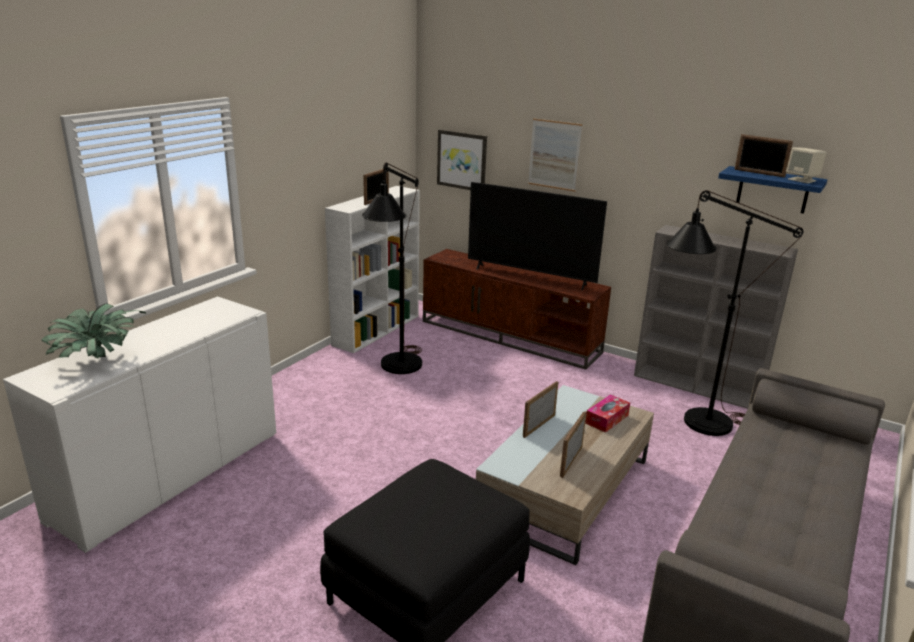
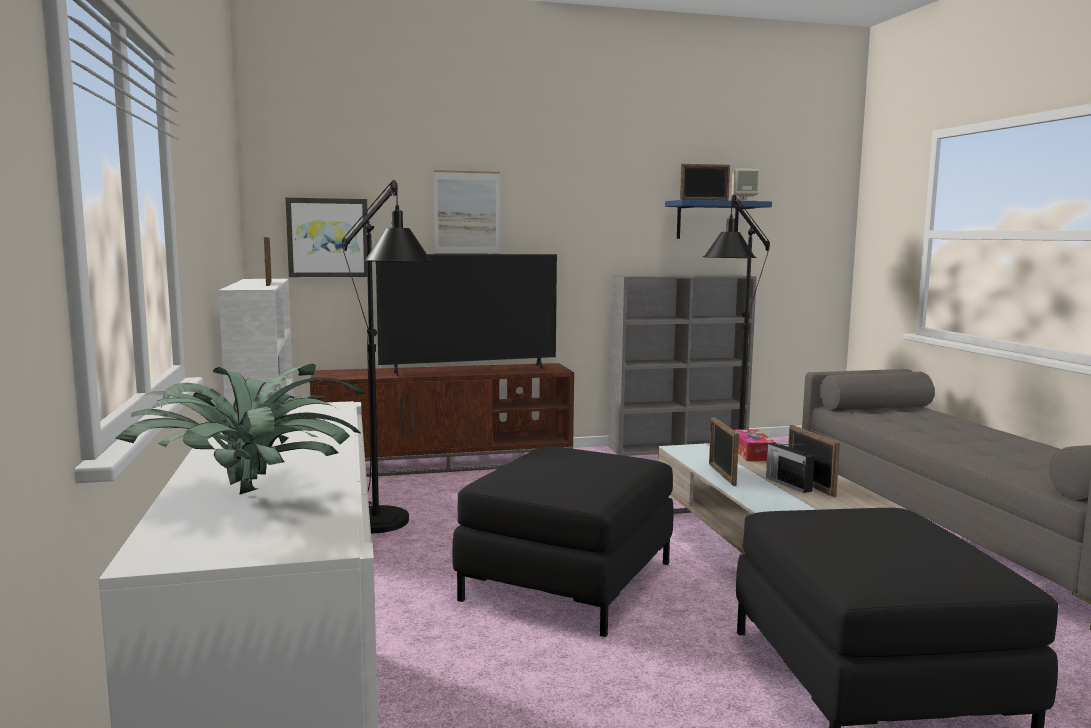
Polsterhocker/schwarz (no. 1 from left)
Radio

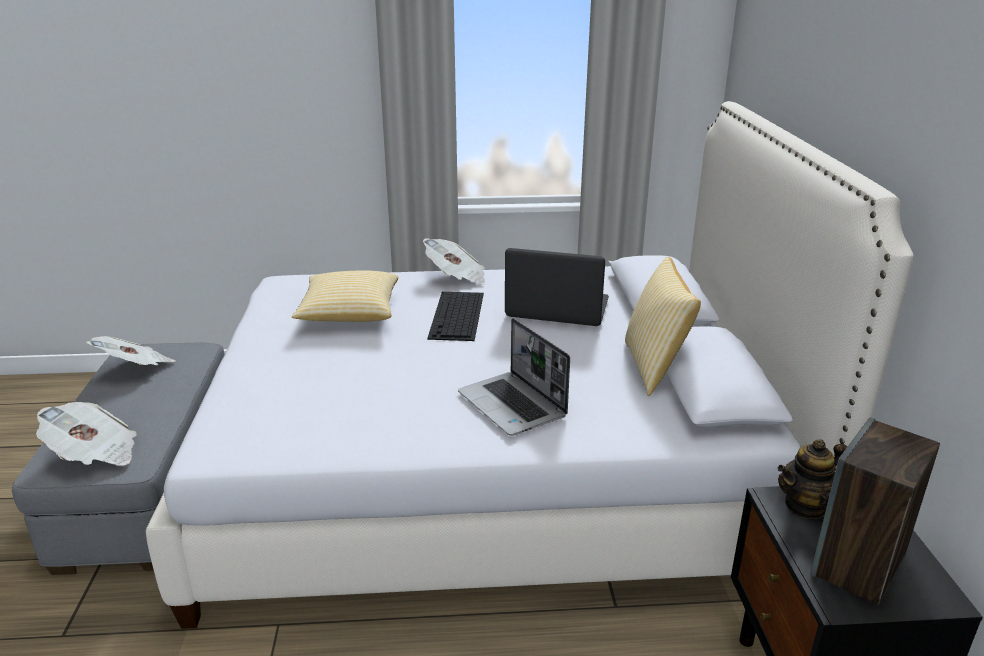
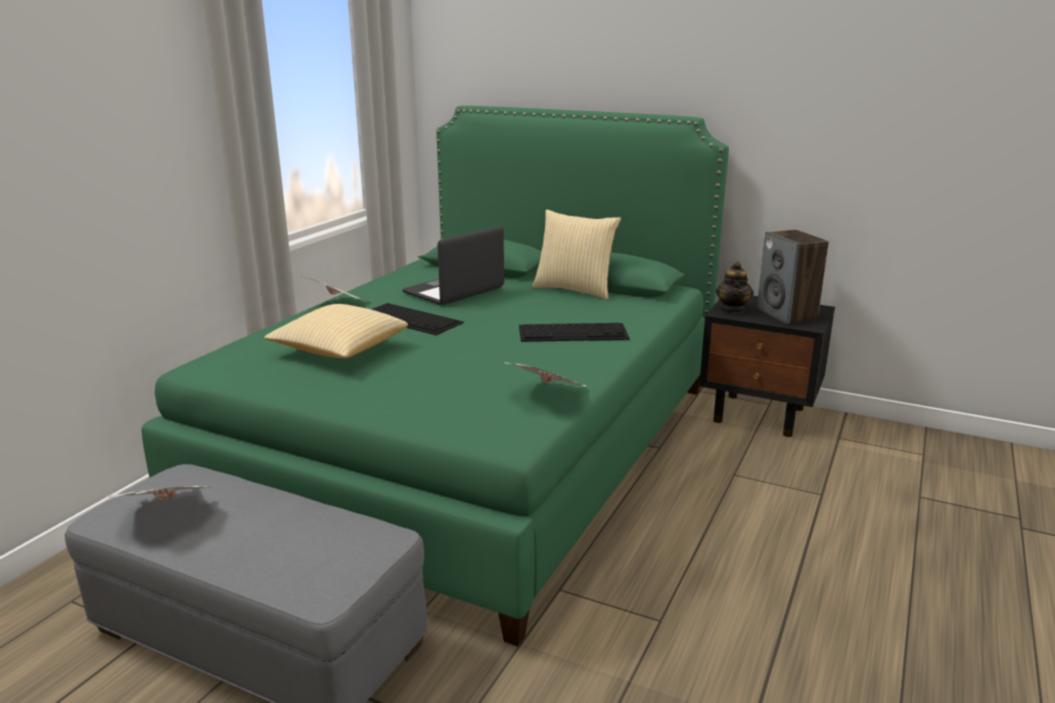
Zeitung (no. 3 from left)
Bett/grün
Tastatur (no. 2 from left)

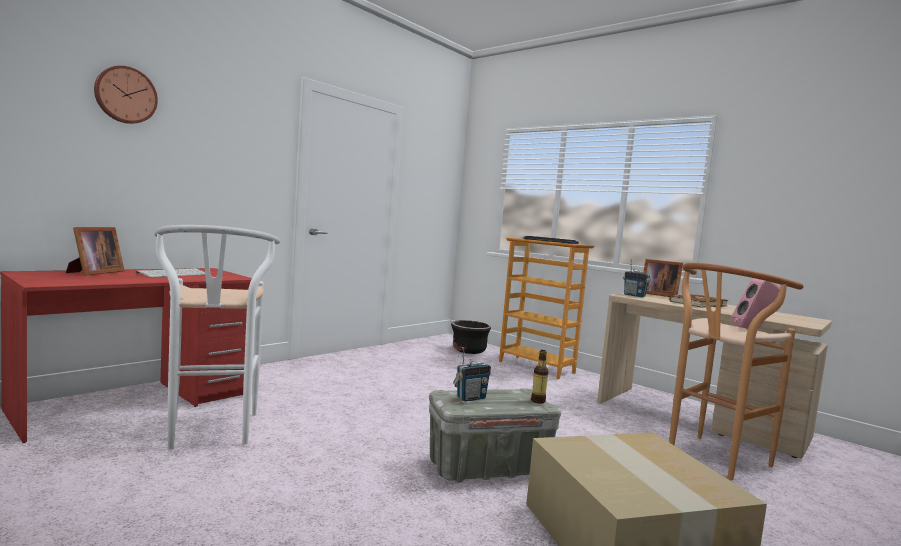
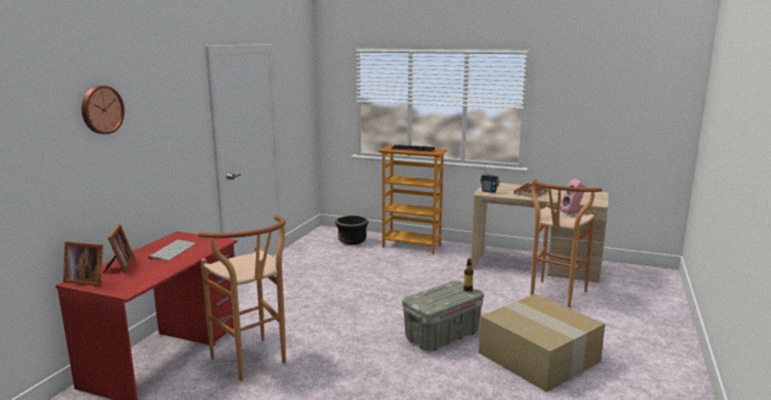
Hocker/braun (no. 1 from left)
Radio (no. 1 from left in the first image)
Bilderrahmen (no. 1 from left)

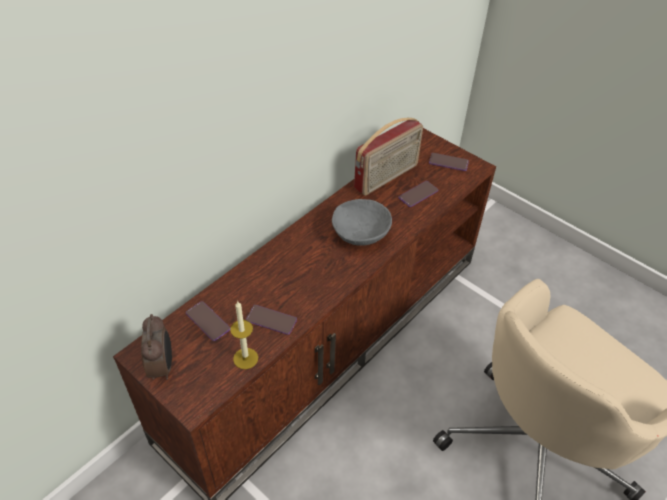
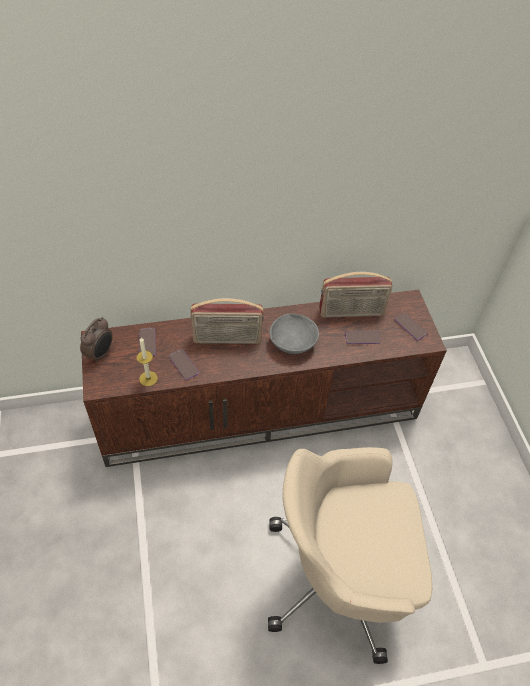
Radio (no. 1 from left)

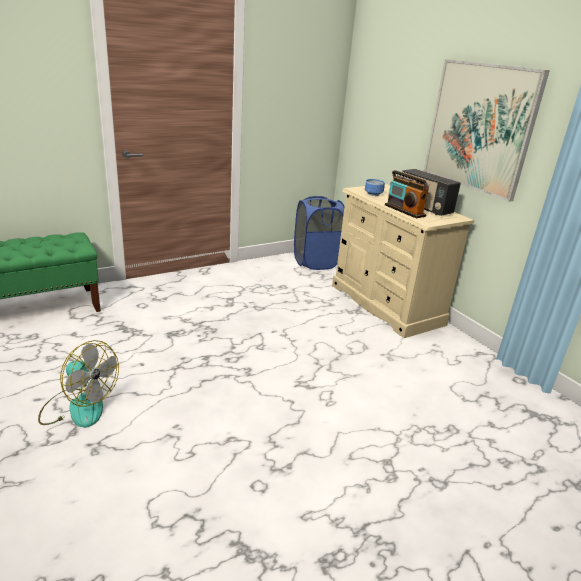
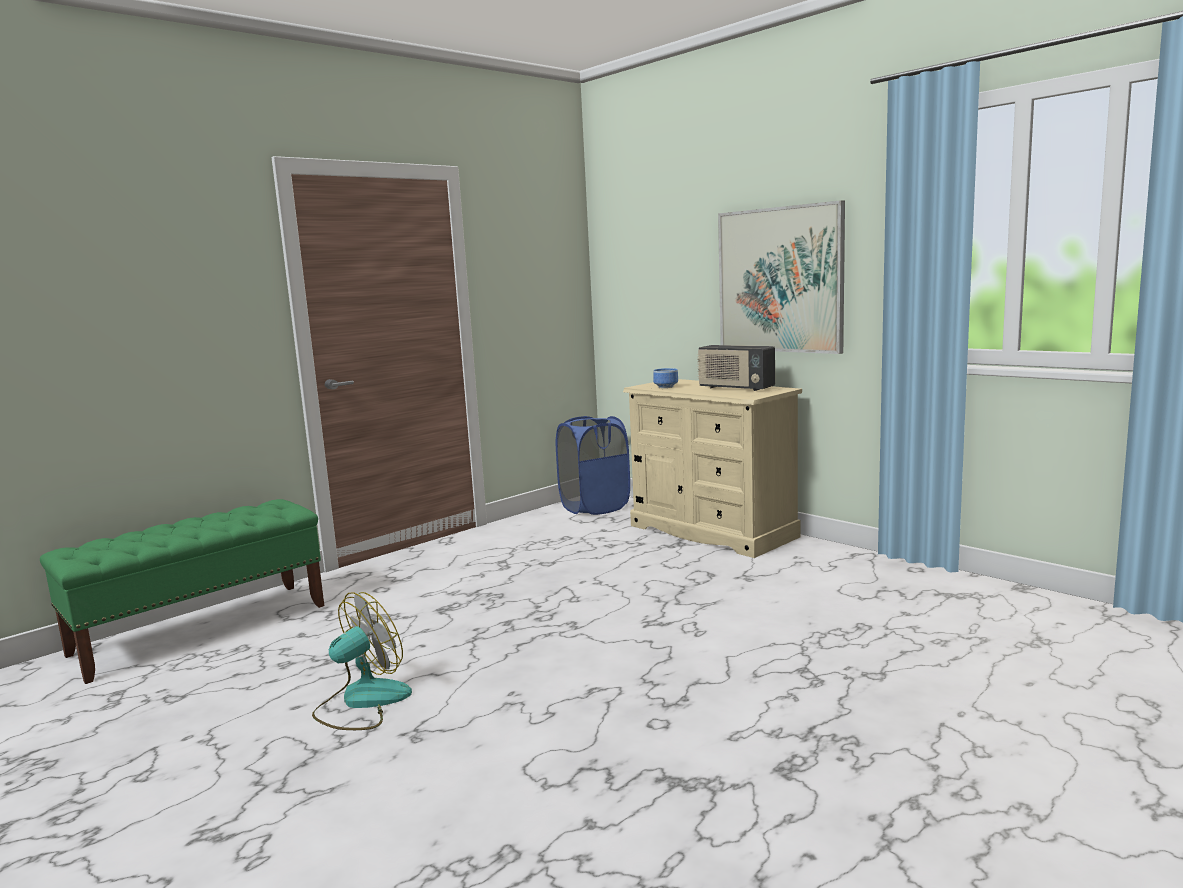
Ventilator
Radio (no. 1 from left in the first image)

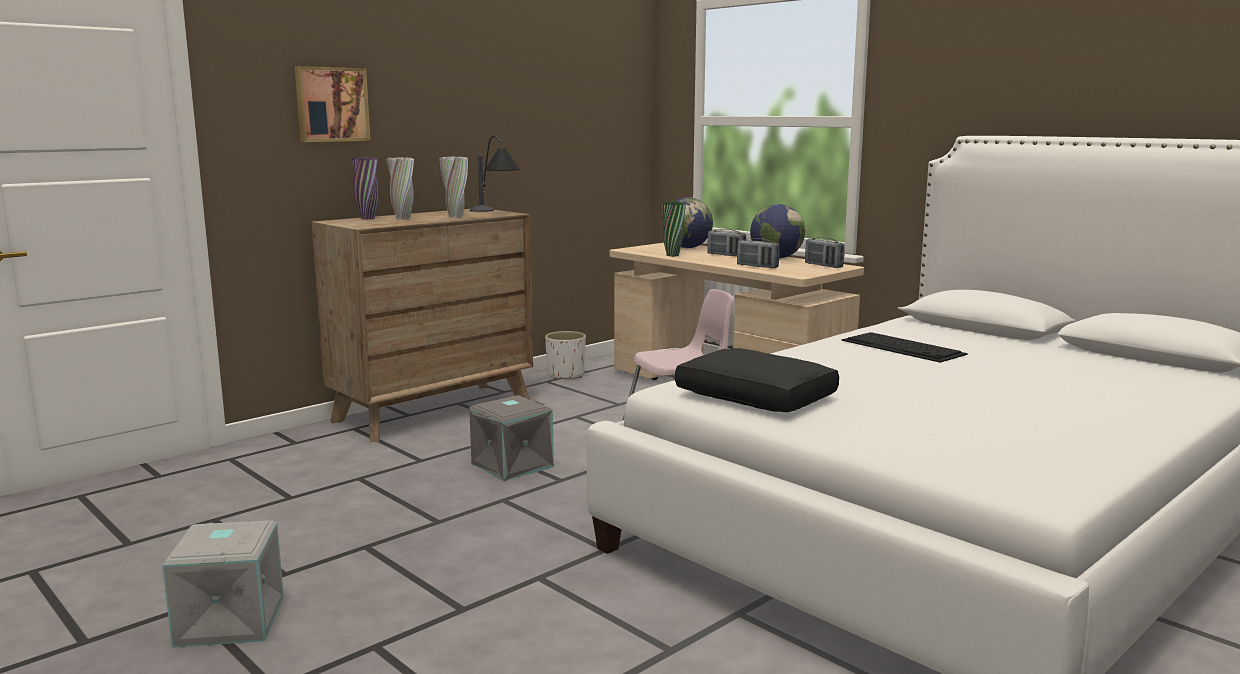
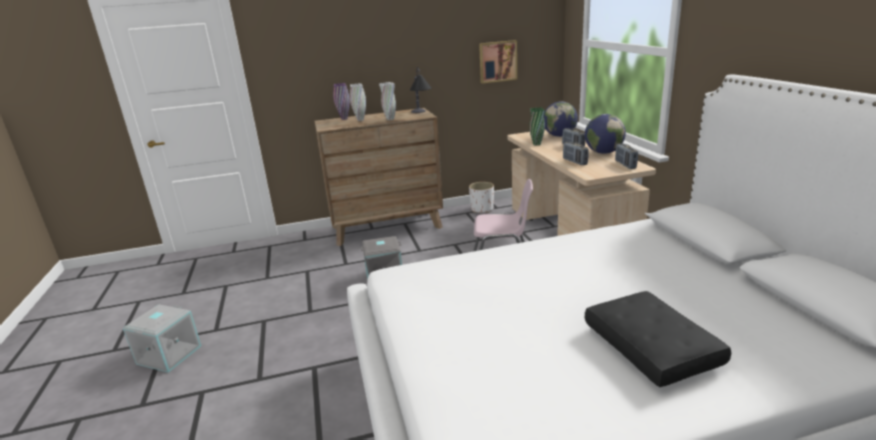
Bild
Kissen/schwarz
Tastatur

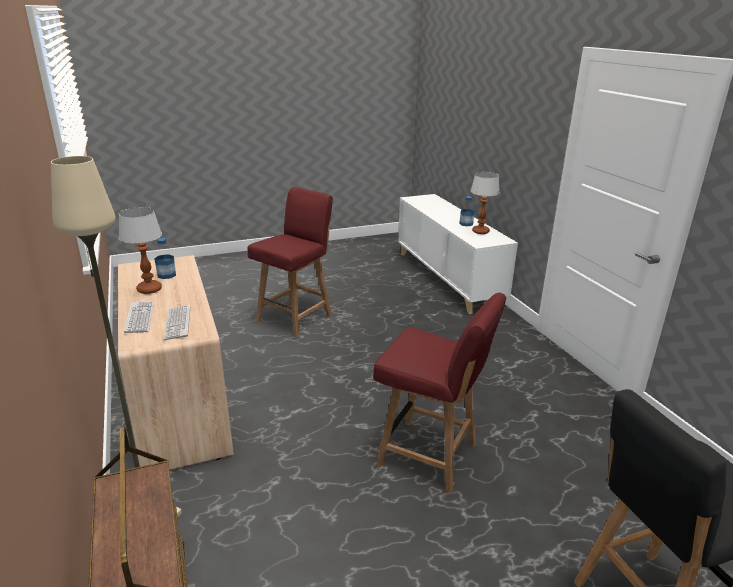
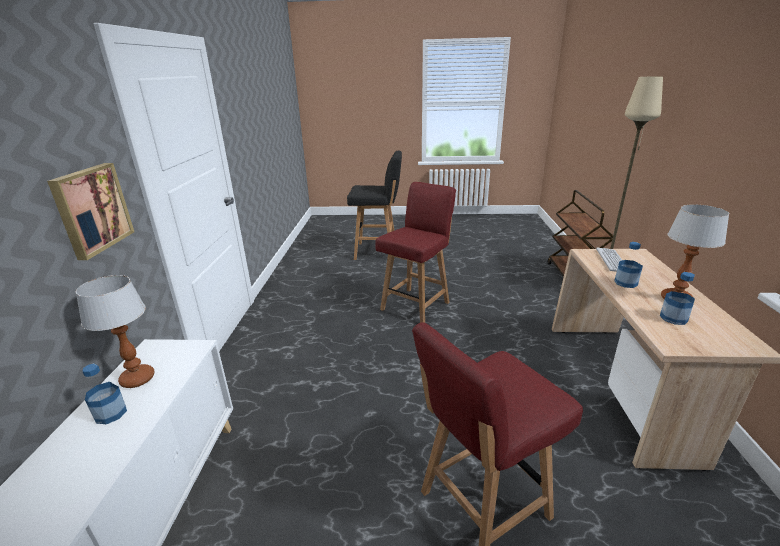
Tastatur (no. 1 from left in the first image)
Stuhl/rot (no. 1 from left)
Bild
Flasche (no. 2 from left)

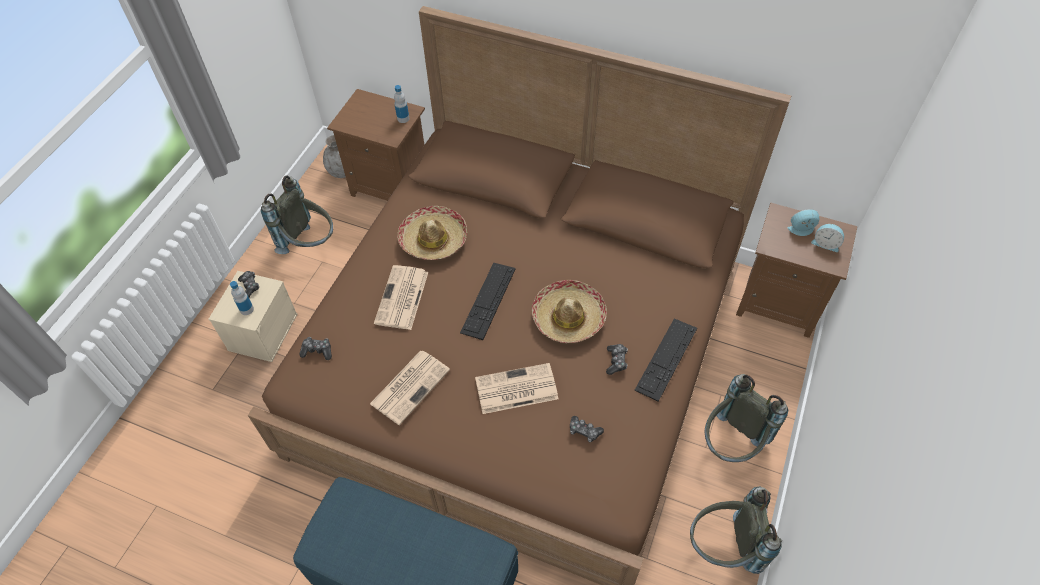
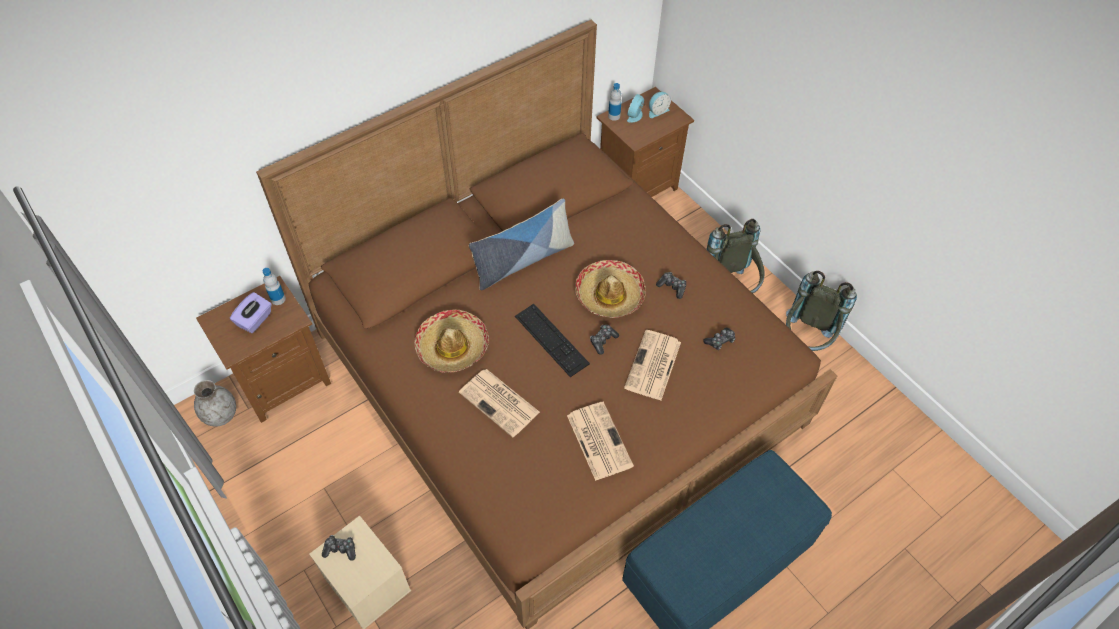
Flasche (no. 2 from left)
Rucksack/grau (no. 1 from left in the first image)
Gamepad (no. 2 from left)
Tastatur (no. 2 from left in the first image)
Taschentuchbox/lila
Kissen

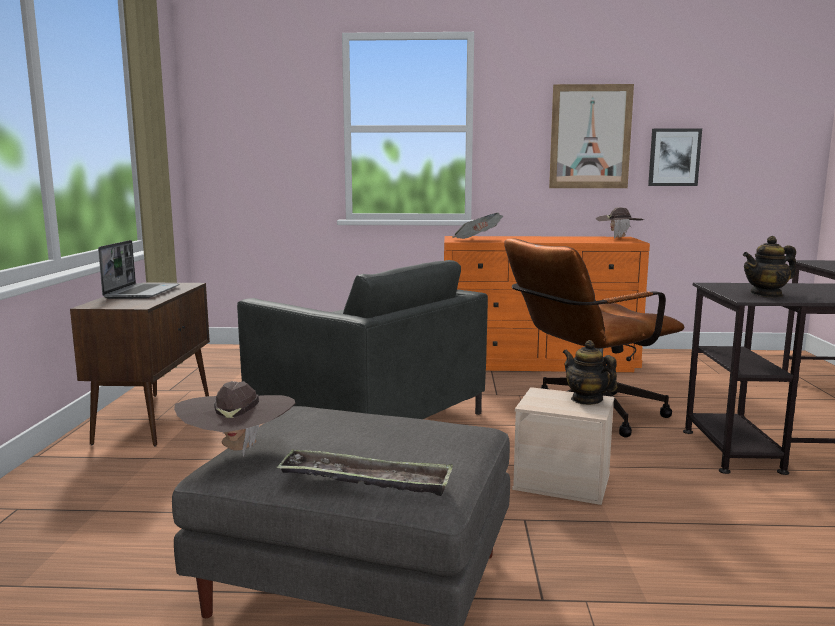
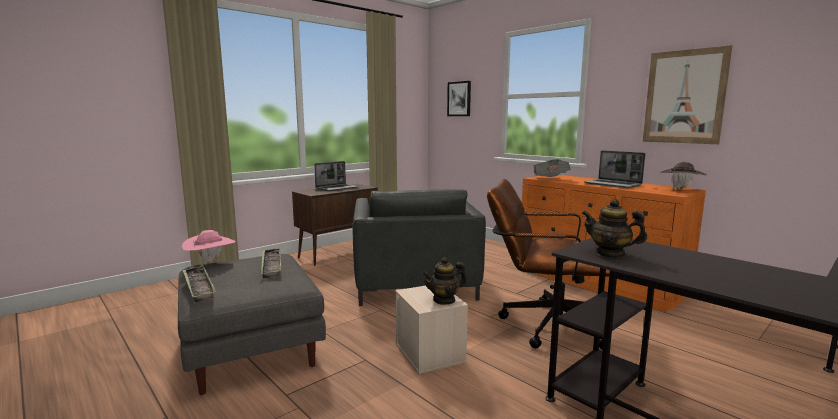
Hut/rosa
Teekanne (no. 1 from left)
Bild (no. 1 from left)
Tablett (no. 2 from left)
Laptop (no. 2 from left)

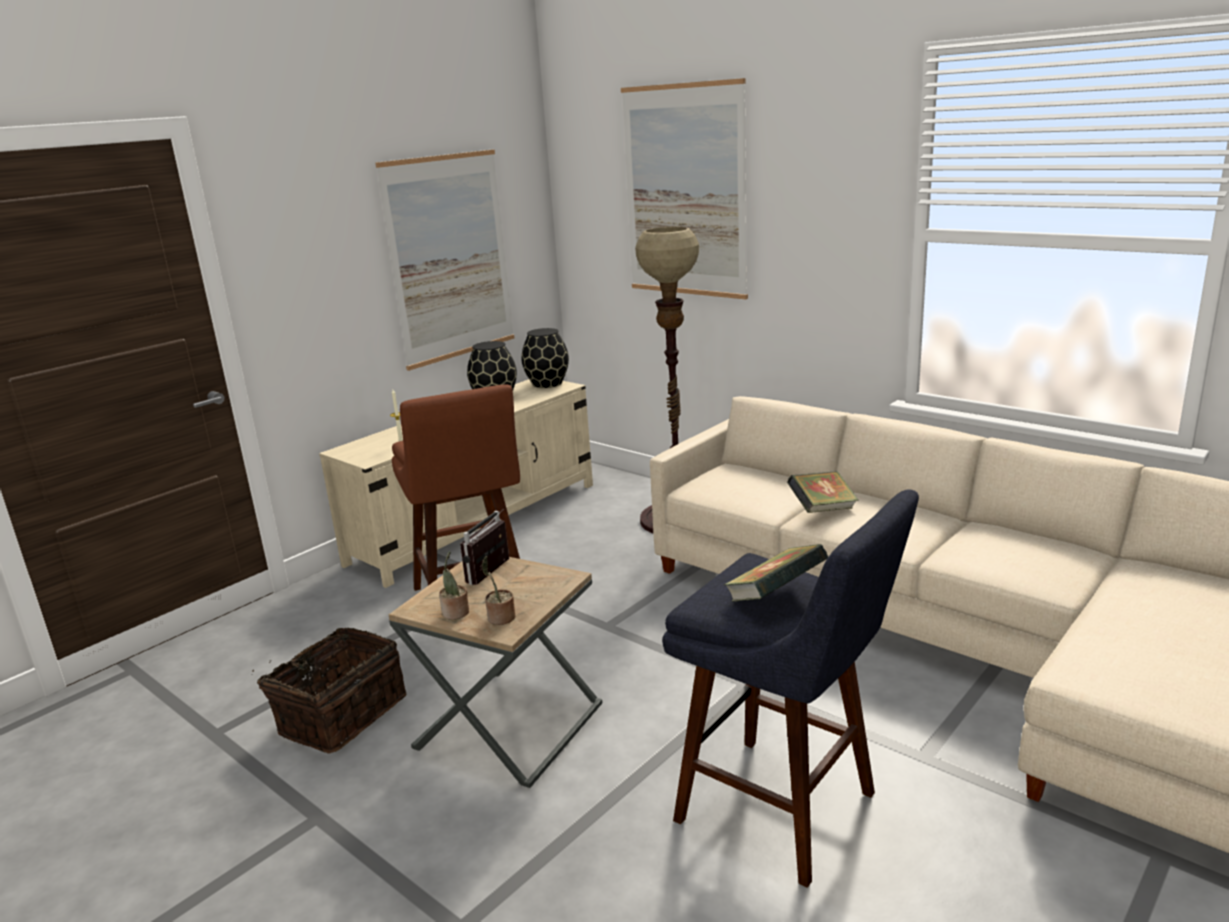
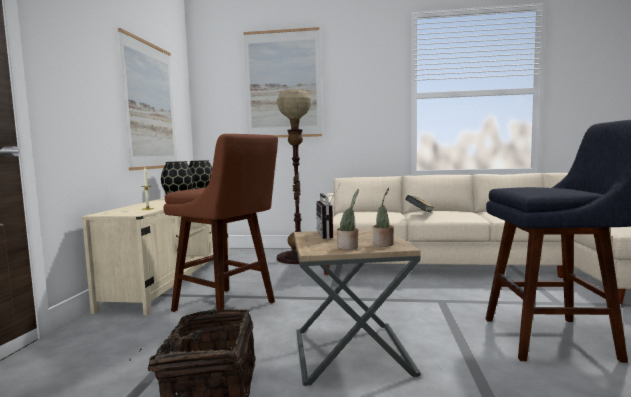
Buch (no. 1 from left in the first image)

